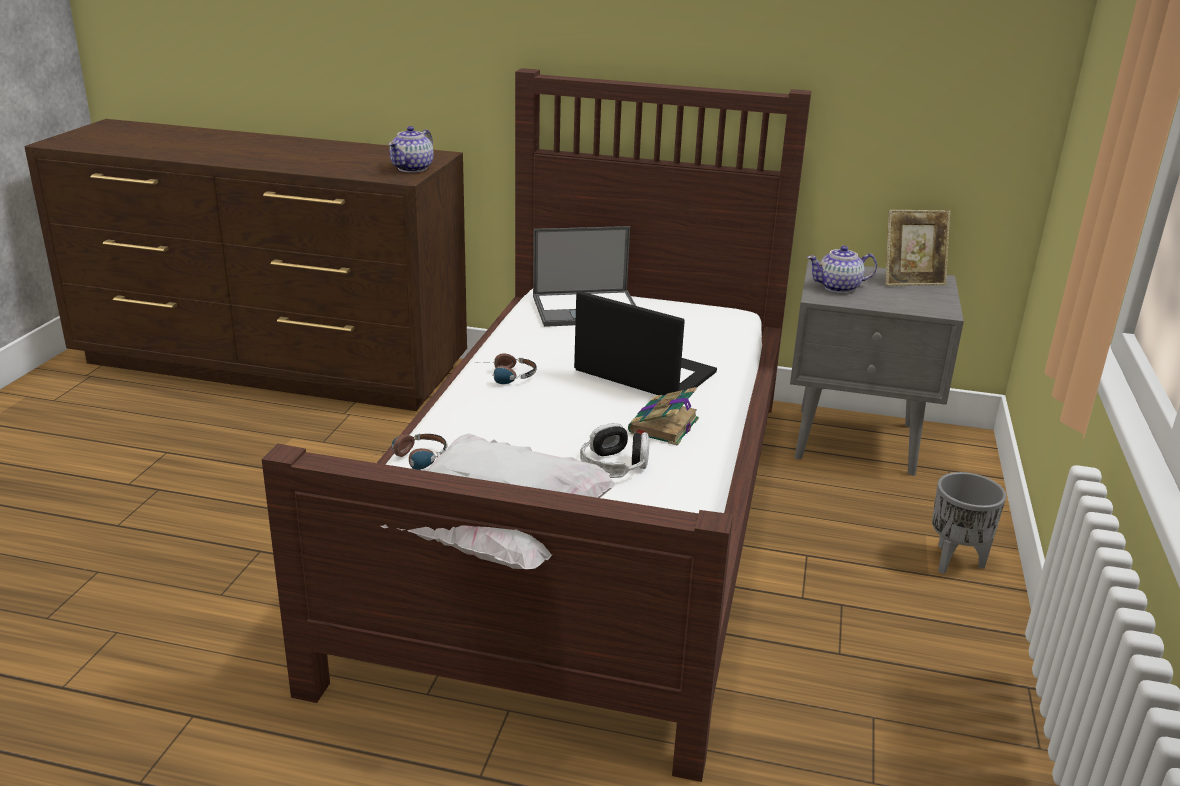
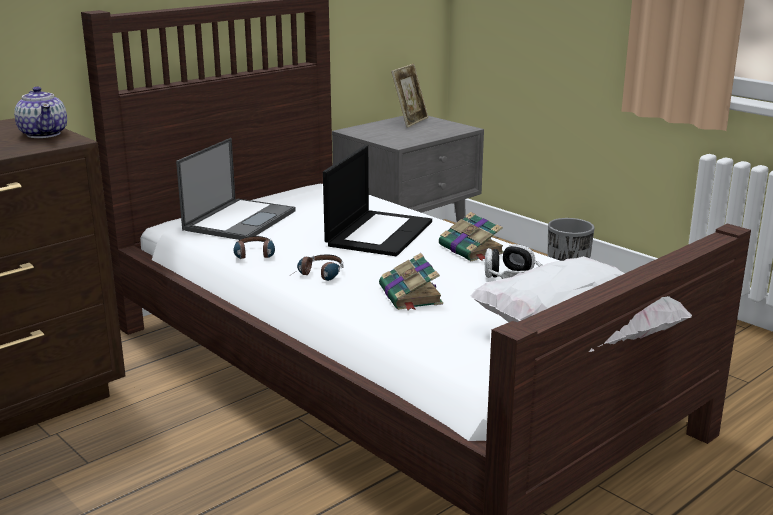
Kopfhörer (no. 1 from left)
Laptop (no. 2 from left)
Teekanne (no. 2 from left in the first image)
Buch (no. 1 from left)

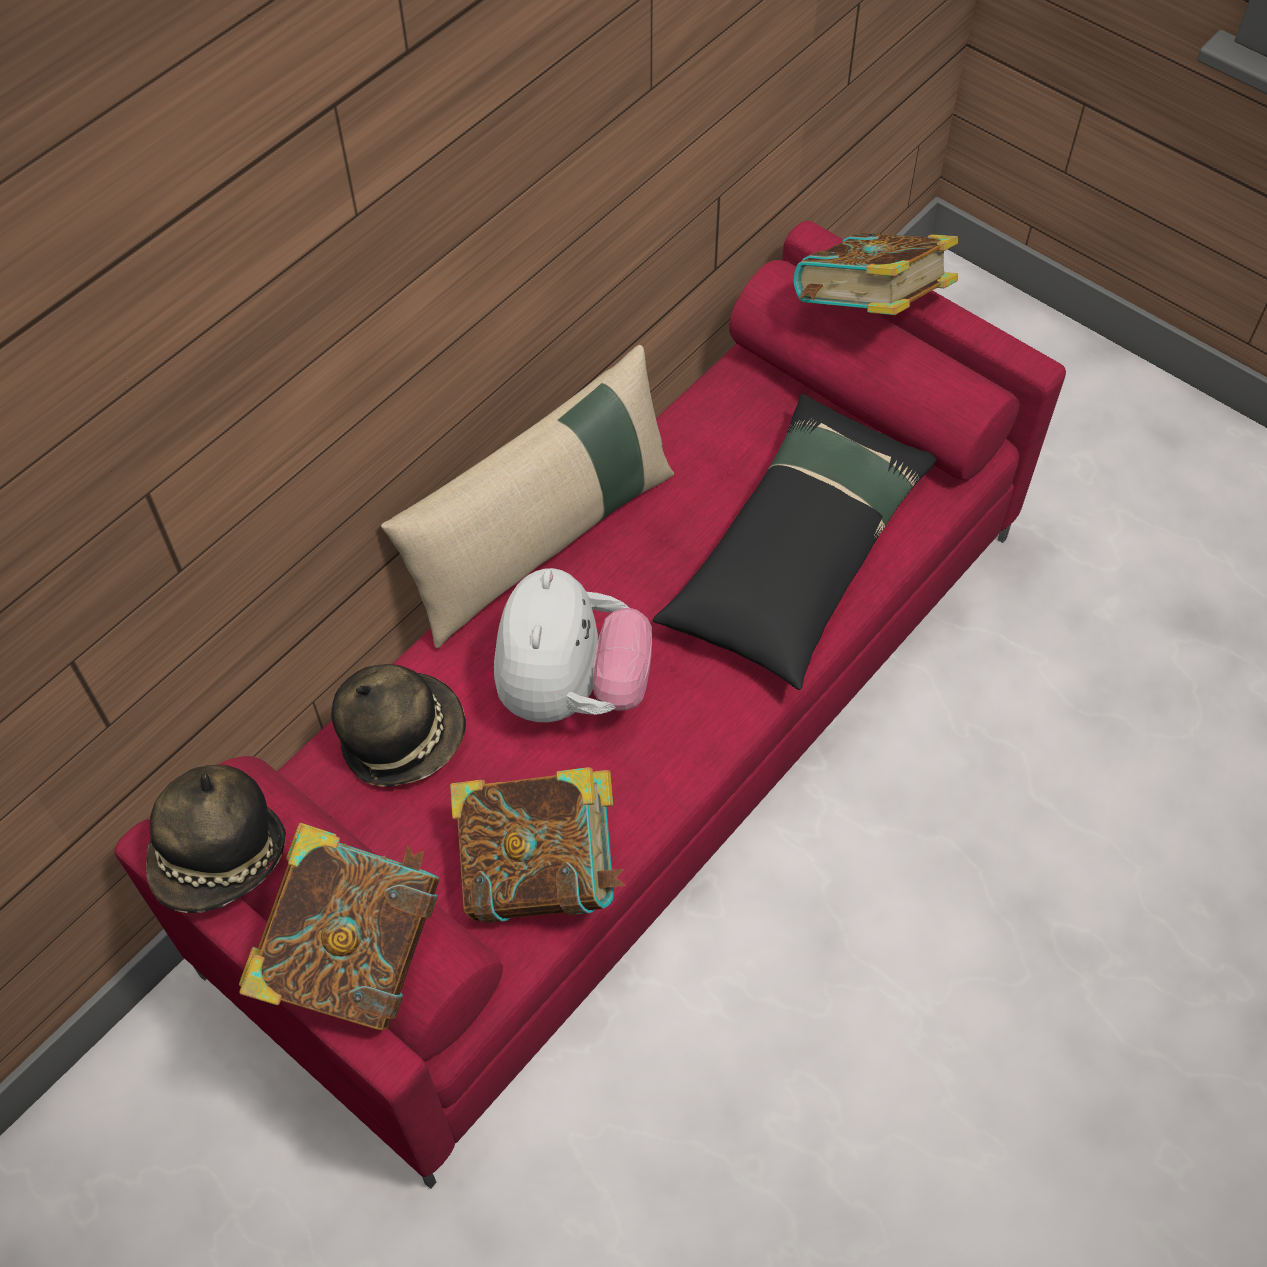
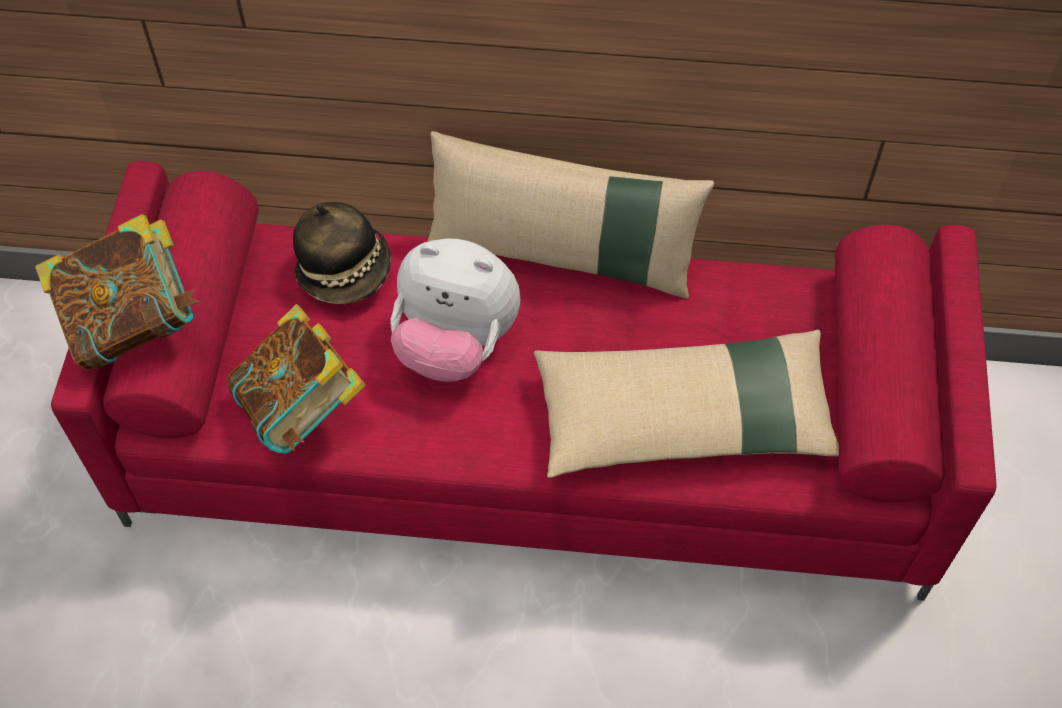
Hut (no. 1 from left in the first image)
Plüschtier
Kissen/beige (no. 2 from left)
Buch (no. 3 from left in the first image)

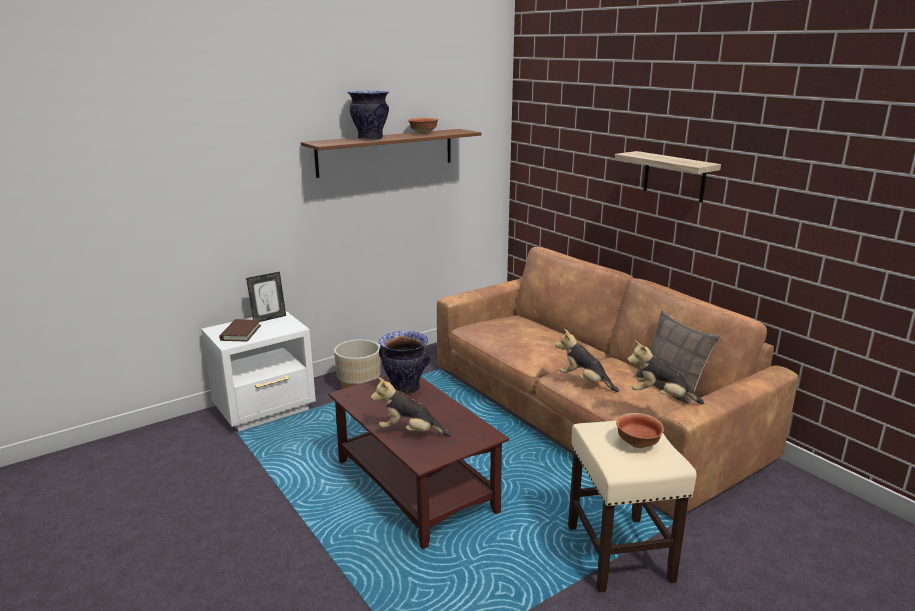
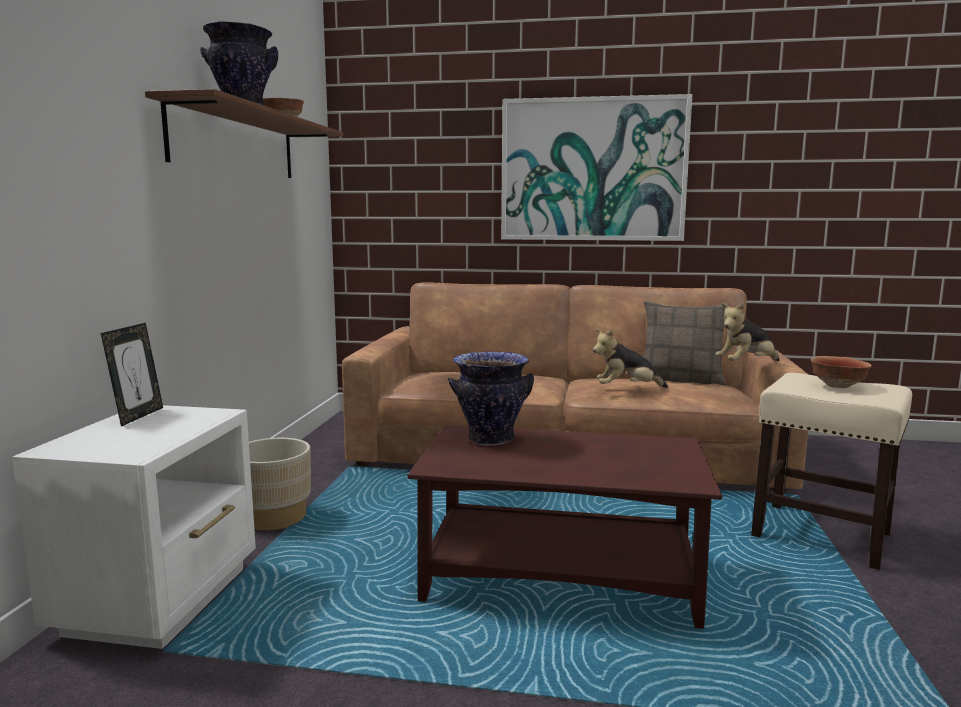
Buch/braun
Plüschtier (no. 1 from left in the first image)
Bild

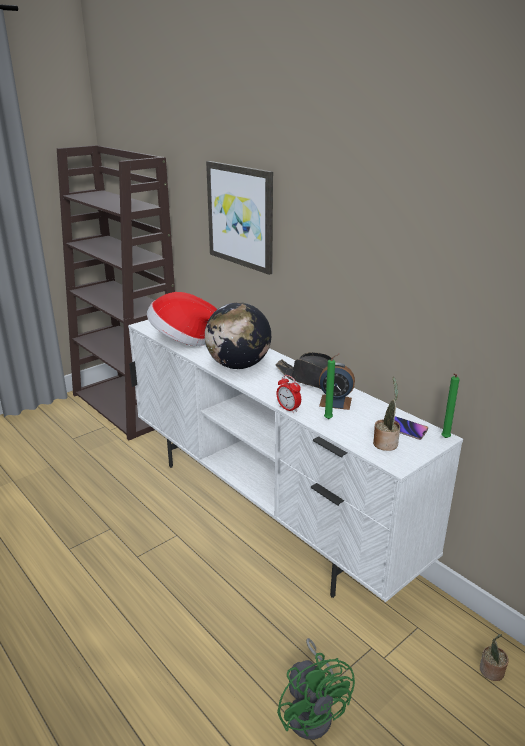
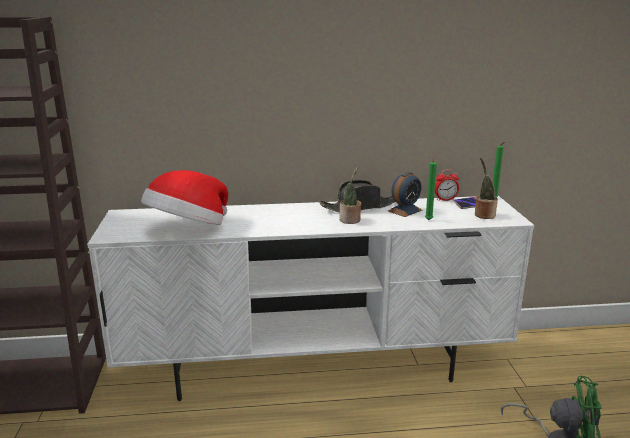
Globus
Bild
Wecker (no. 2 from left)
Topfpflanze (no. 1 from left)

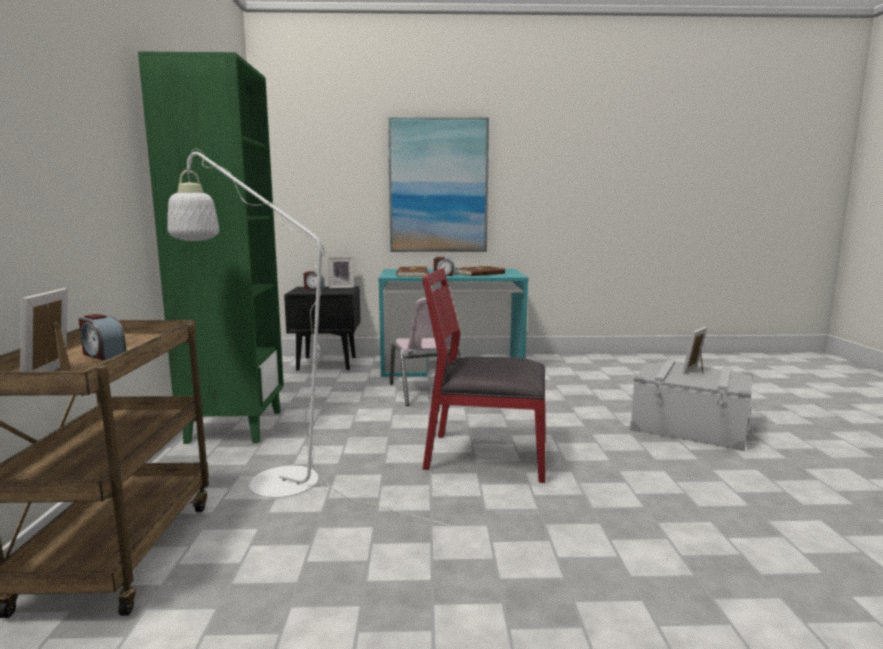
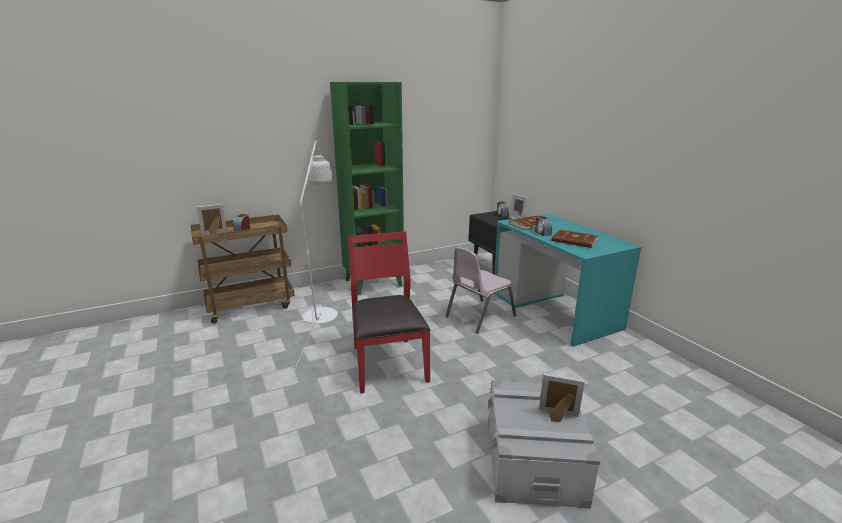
Bild

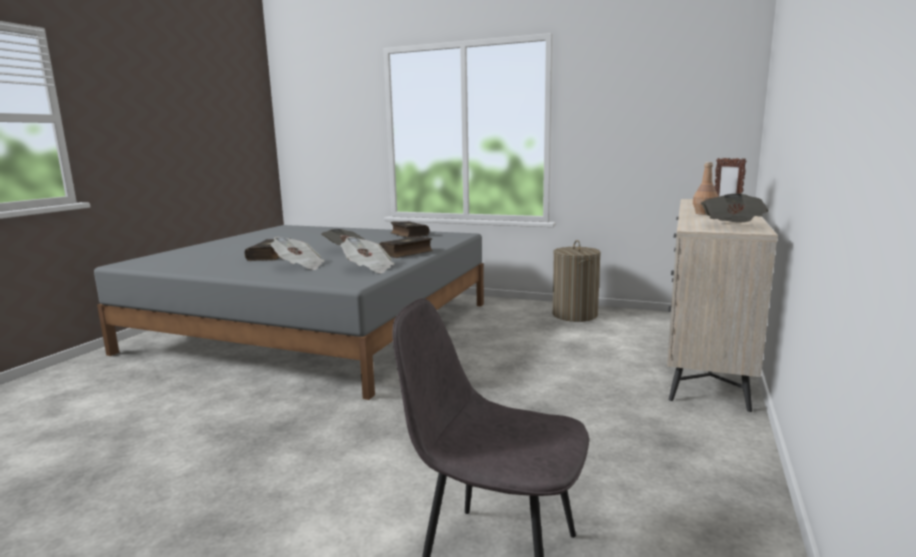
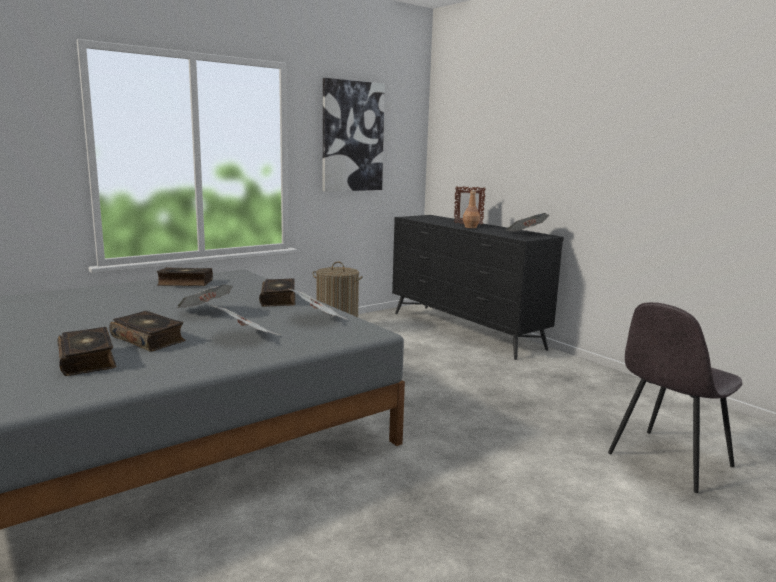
Kommode/schwarz
Buch (no. 1 from left)
Bild

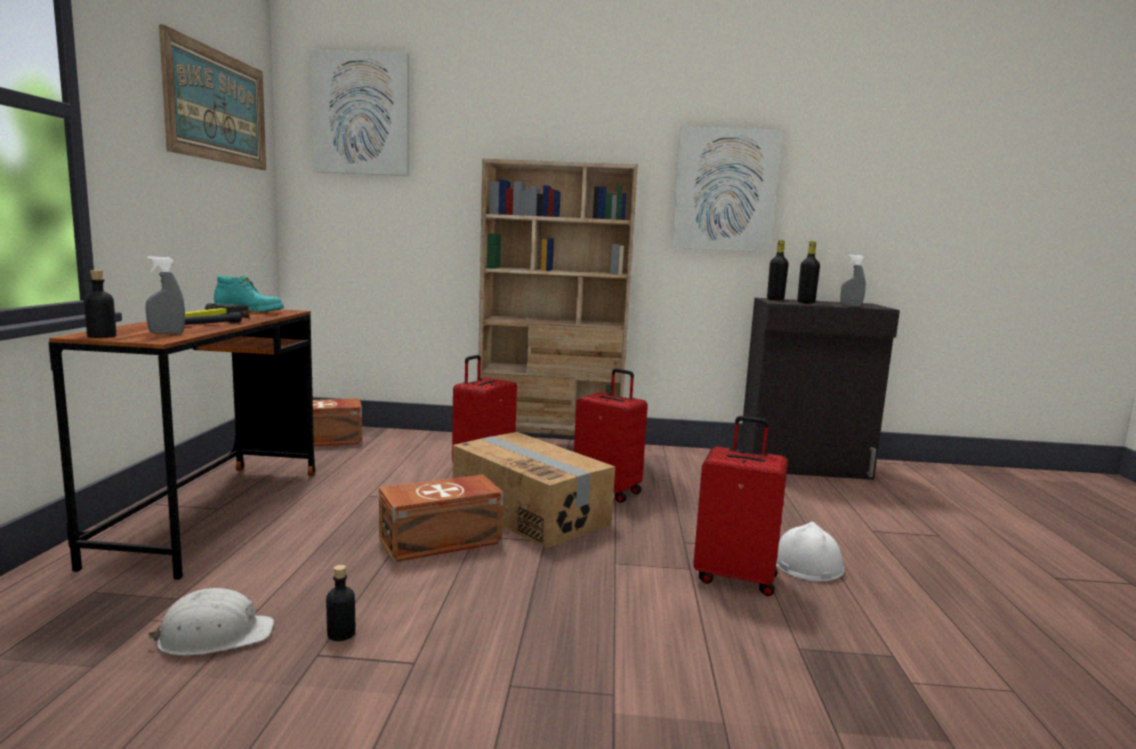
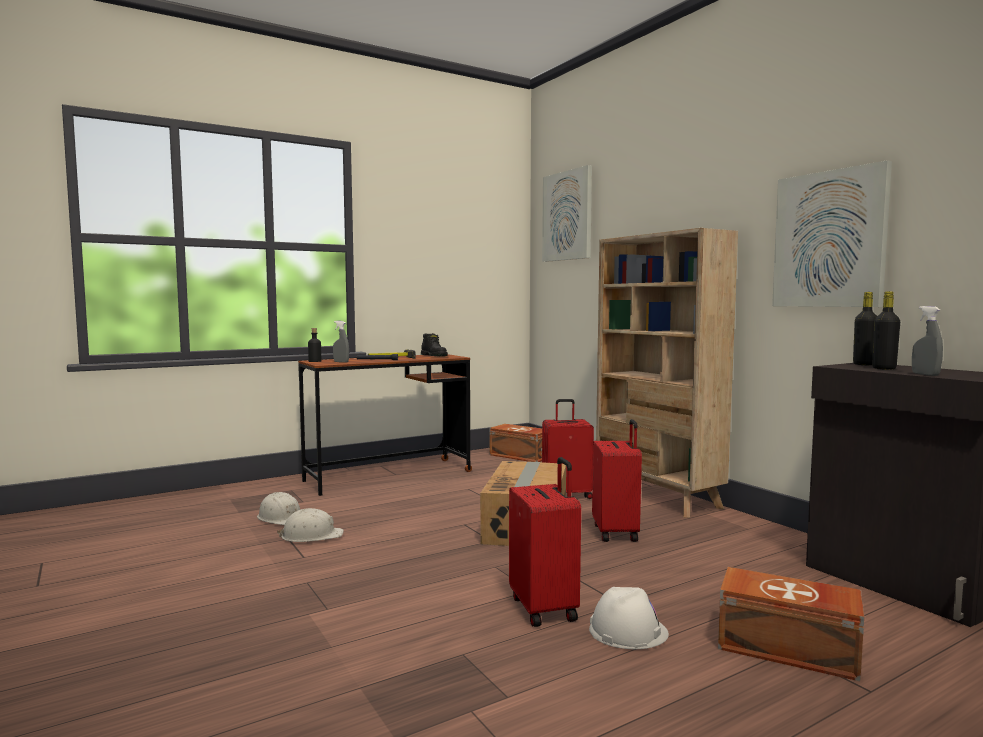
Bild (no. 1 from left in the first image)
Stiefel/schwarz
Schutzhelm/weiß (no. 2 from left)
Aufbewahrungsbox/braun (no. 2 from left)

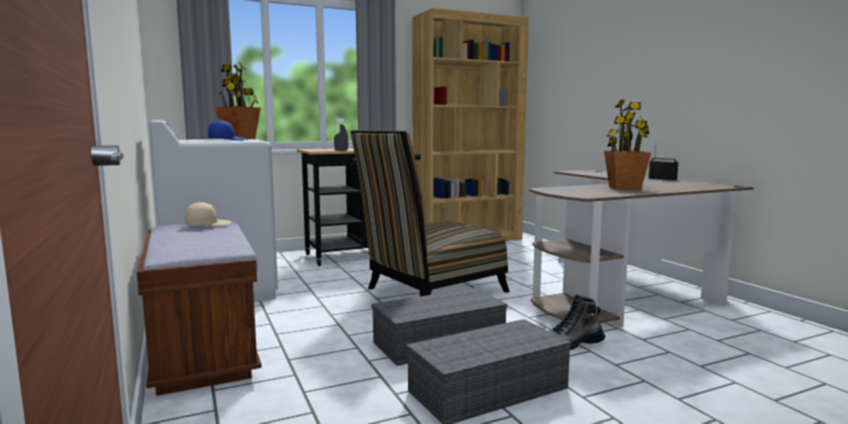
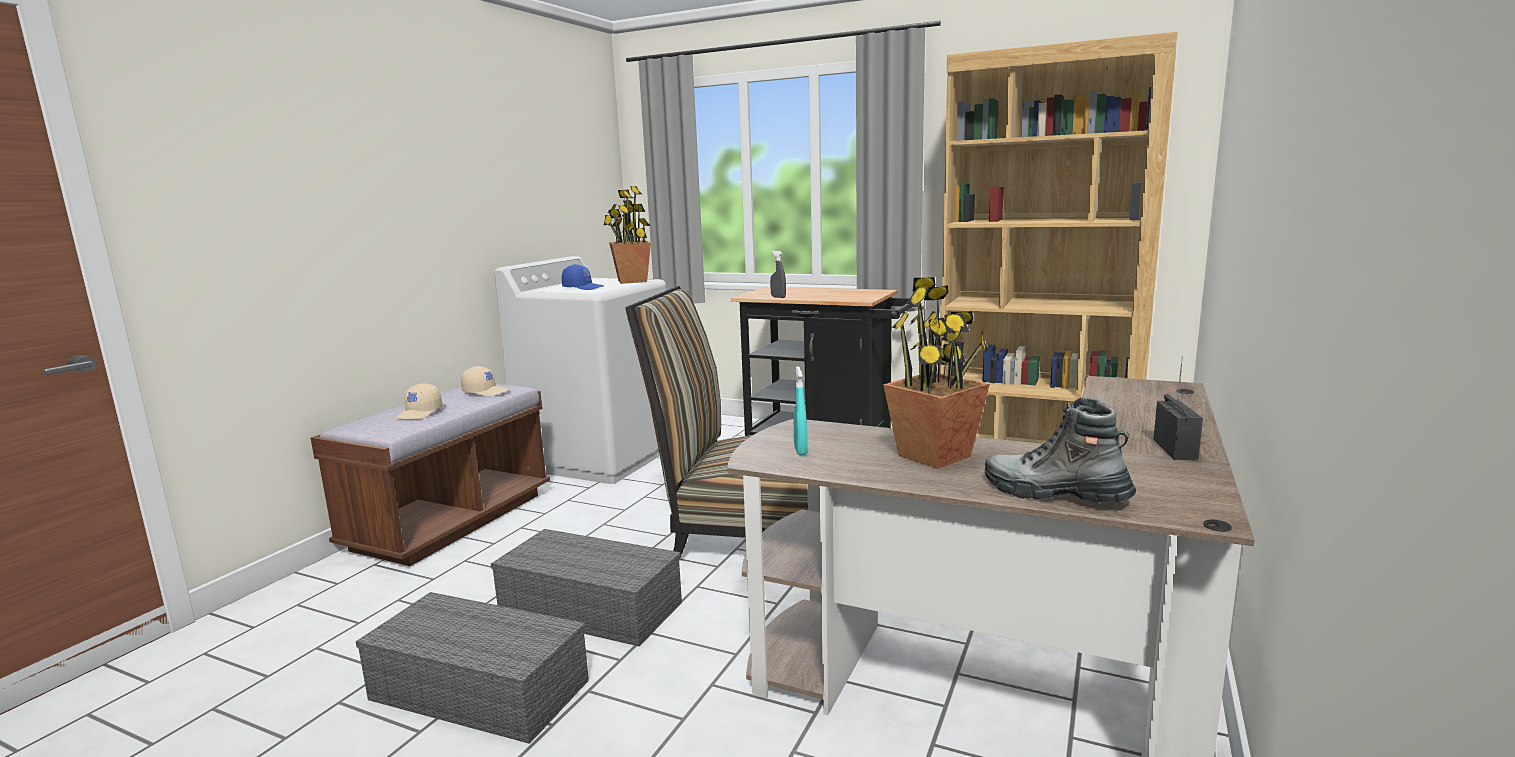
Stiefel
Kappe/beige (no. 1 from left)
Sprühflasche/türkis

